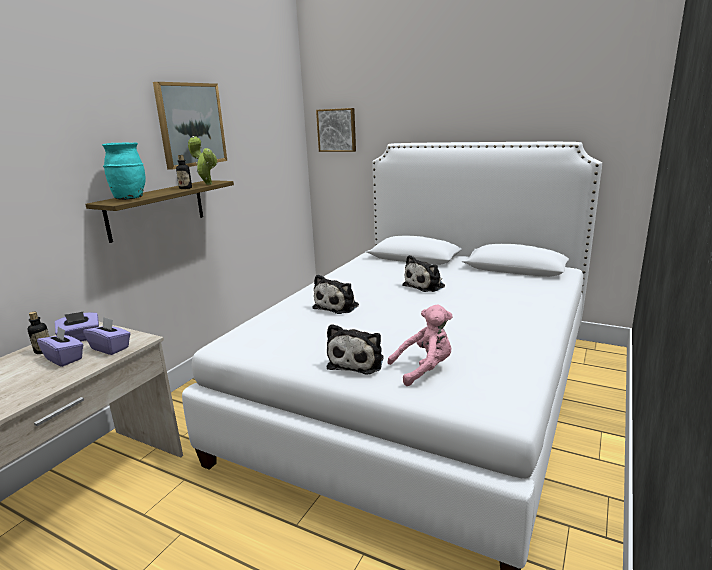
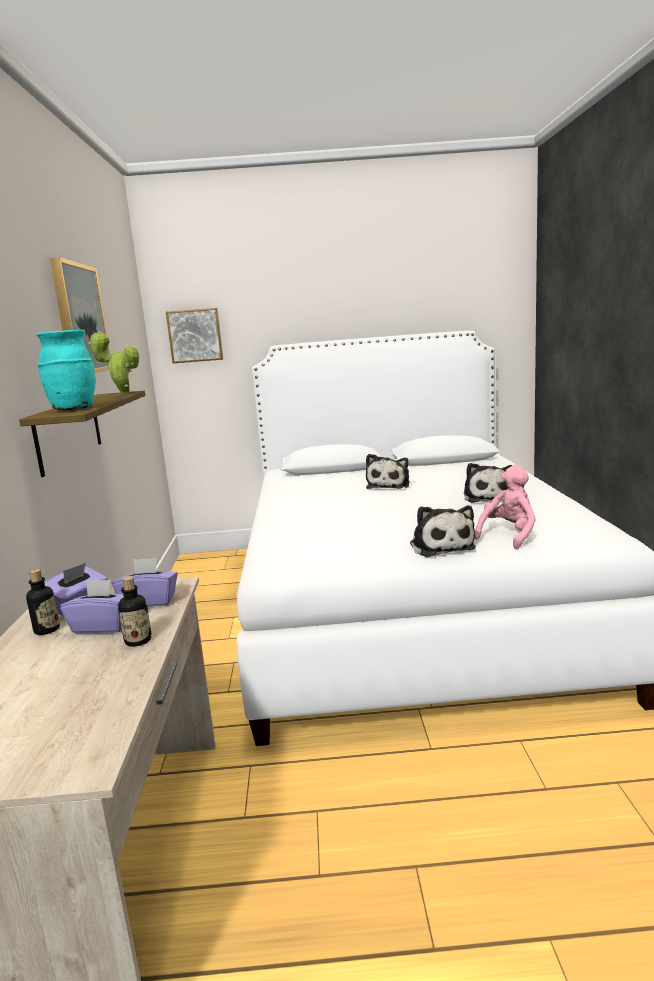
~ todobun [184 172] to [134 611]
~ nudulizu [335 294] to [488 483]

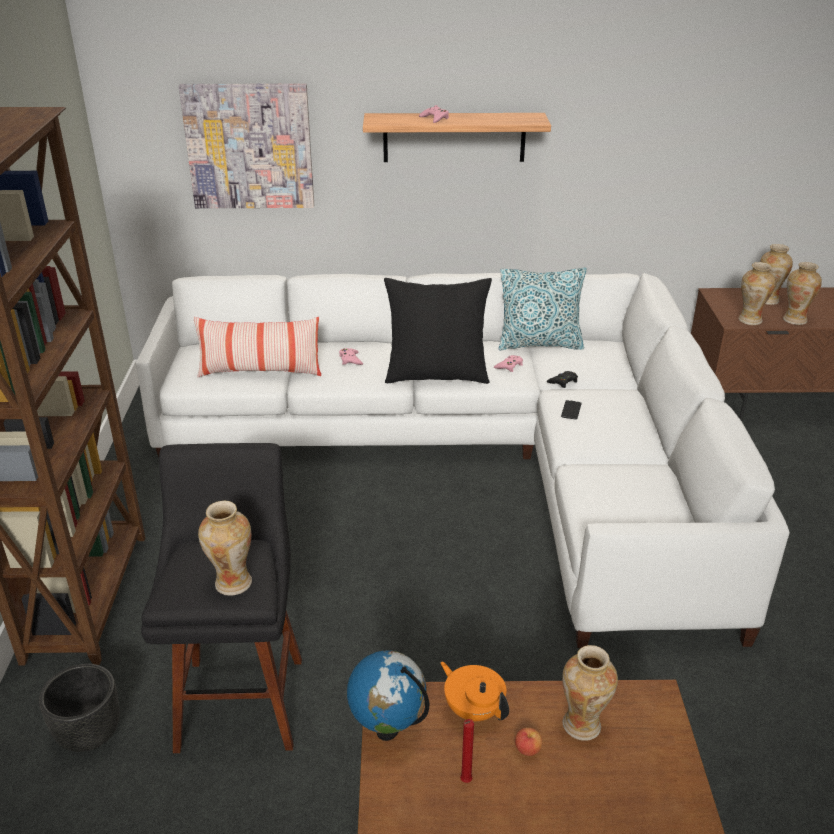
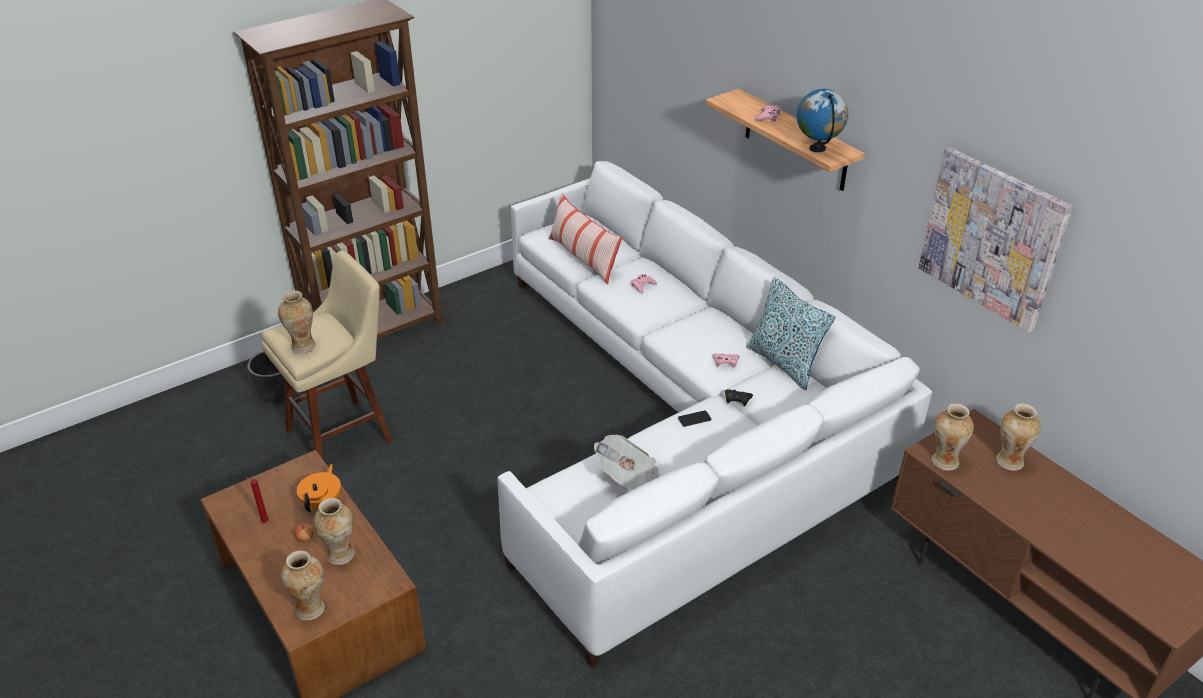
~ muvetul [246 145] to [996 239]
~ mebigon [802 293] to [303 585]
- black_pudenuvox [438 331]
~ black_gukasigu [221 598] to beige_gukasigu [326 355]
~ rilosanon [388 696] to [822 120]
+ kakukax [627 462]

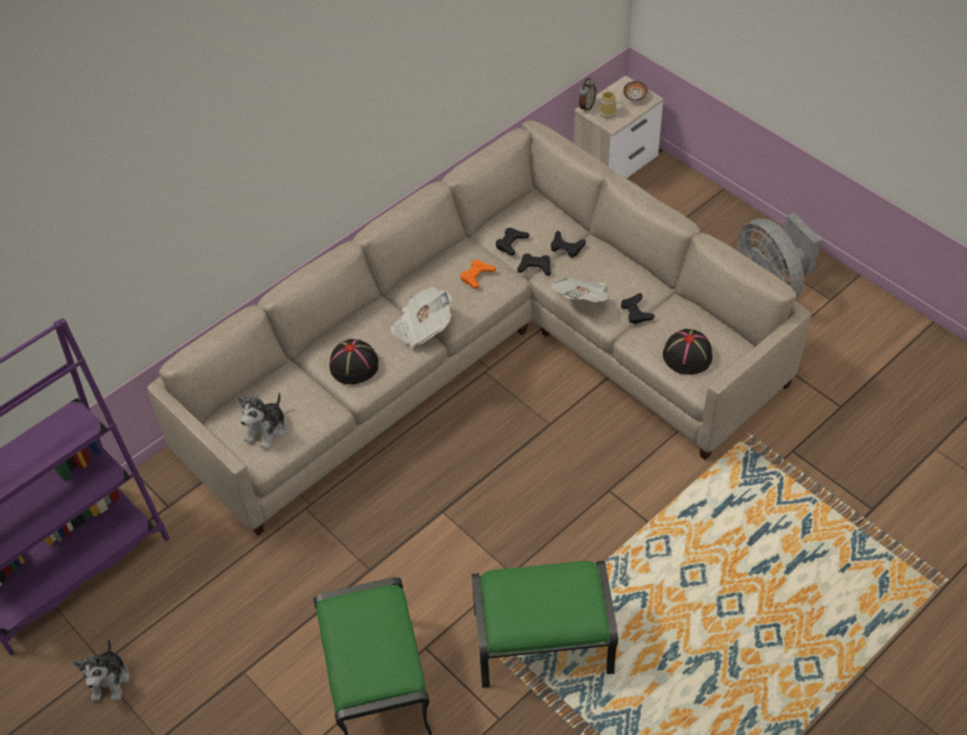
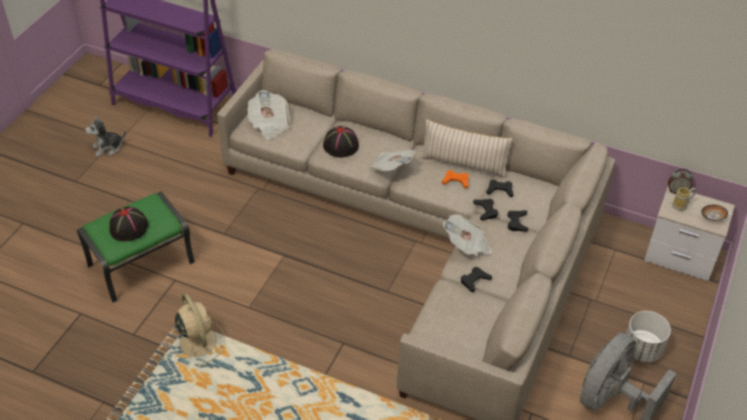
~ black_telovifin [688 352] to [128 224]
~ nudulizu [262 421] to kakukax [268 115]
~ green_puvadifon [545 624] to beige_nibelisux [197 330]
+ beige_pudenuvox [466 148]
+ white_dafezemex [648 336]

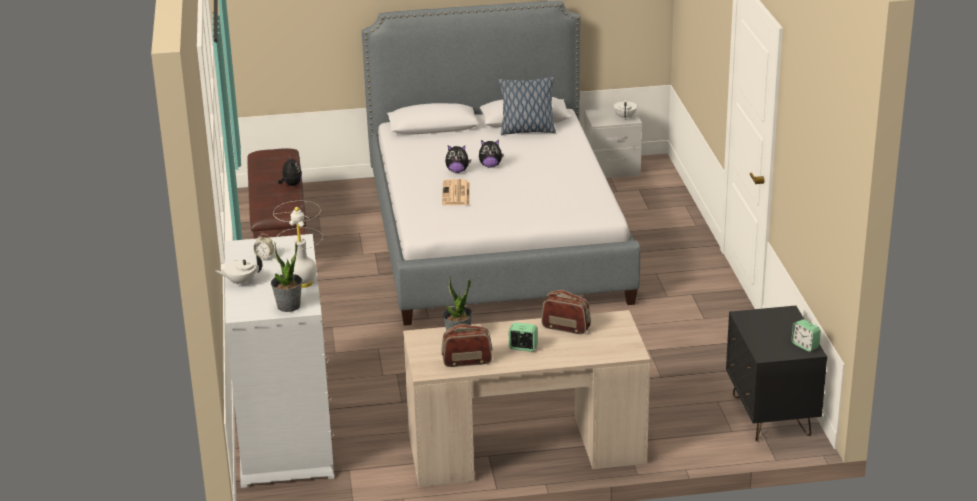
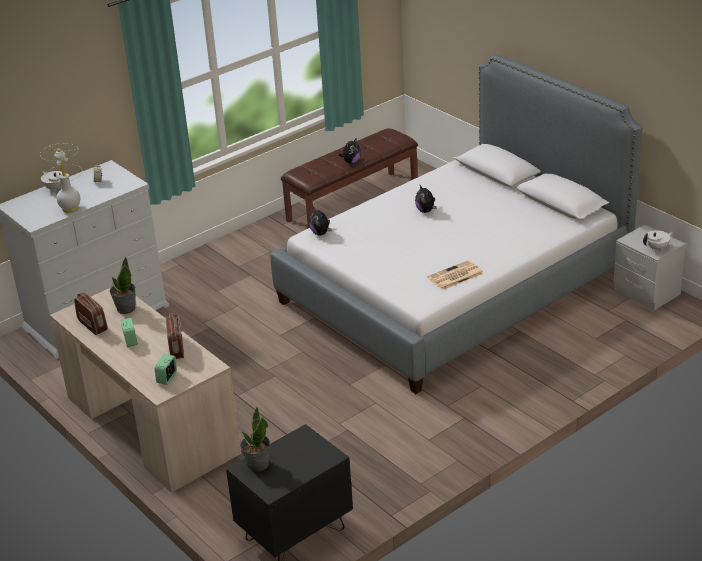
- pudenuvox [526 106]
~ nudulizu [491 154] to [320 221]
~ kakukax [456 192] to [455 275]
~ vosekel [286 277] to [255 439]
~ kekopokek [806 335] to [166 369]

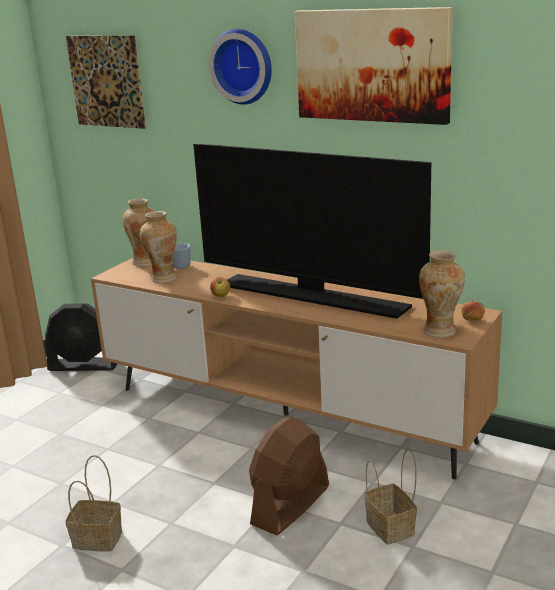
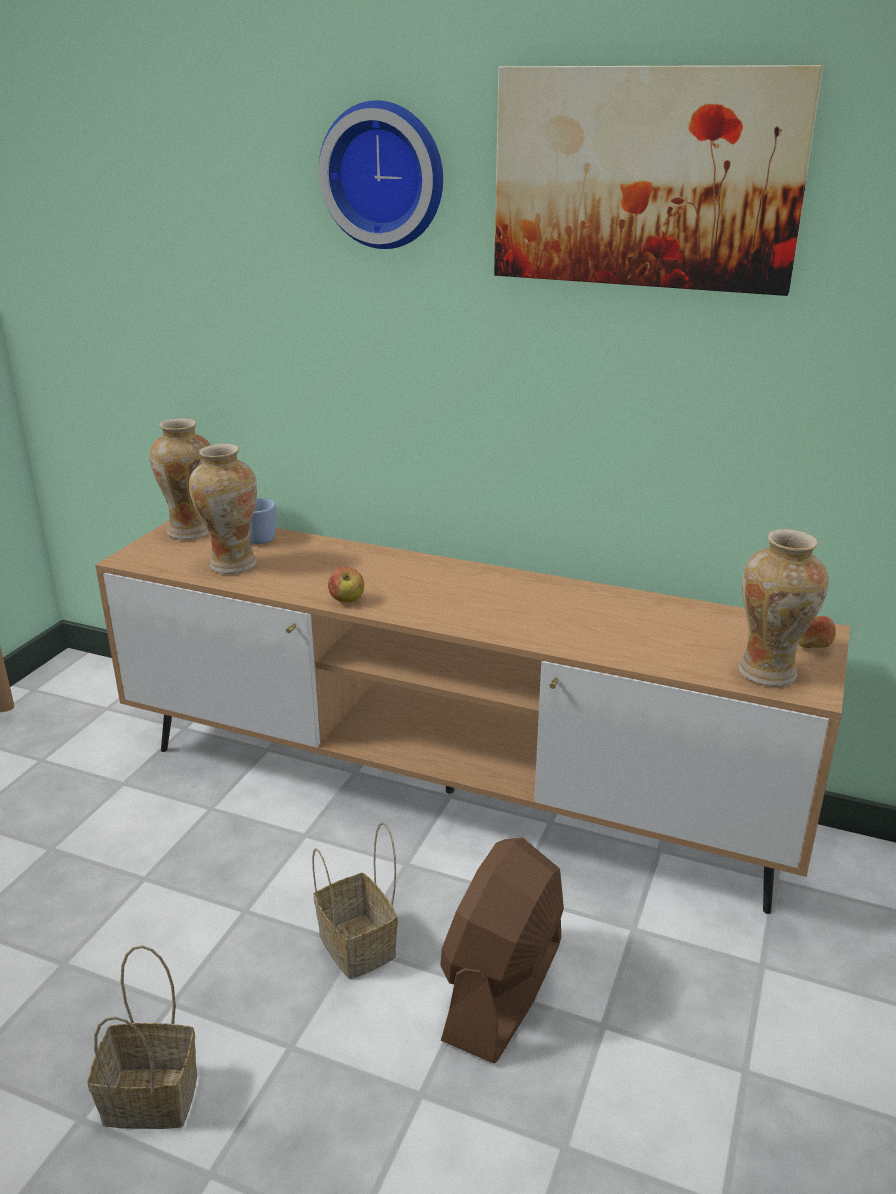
- muvetul [106 82]
- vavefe [312 231]
- black_nibelisux [81 337]
~ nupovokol [390 496] to [355 900]

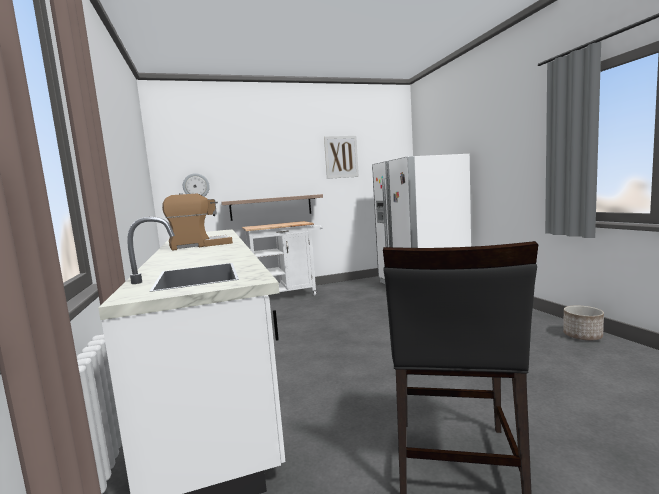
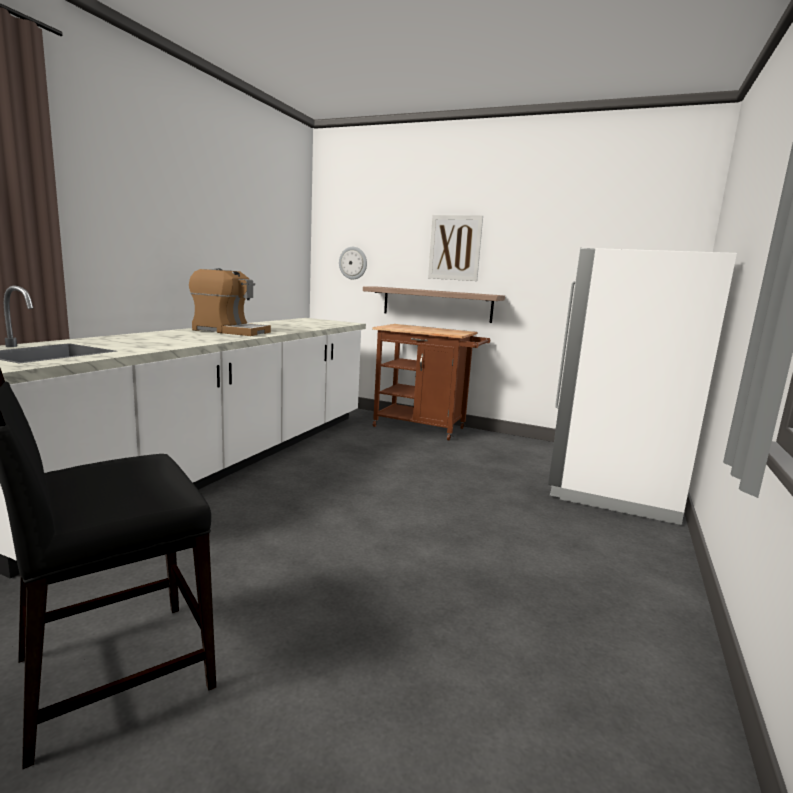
~ muvetul [341 157] to [455 248]
~ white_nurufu [282 258] to brown_nurufu [431 382]
- dafezemex [583 322]

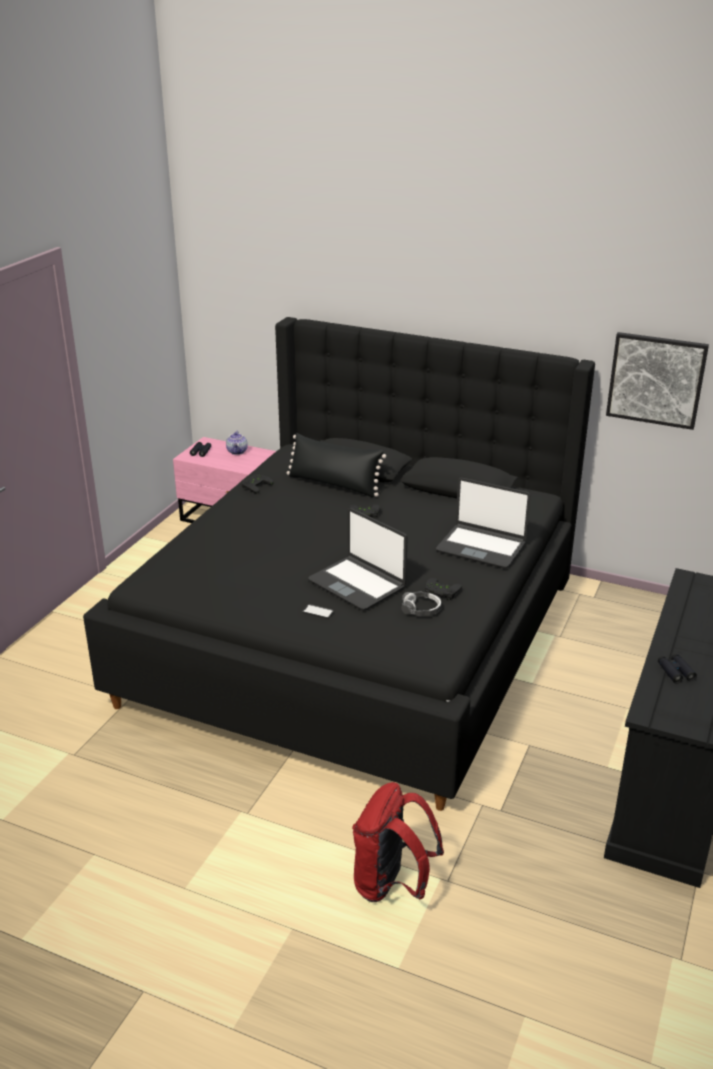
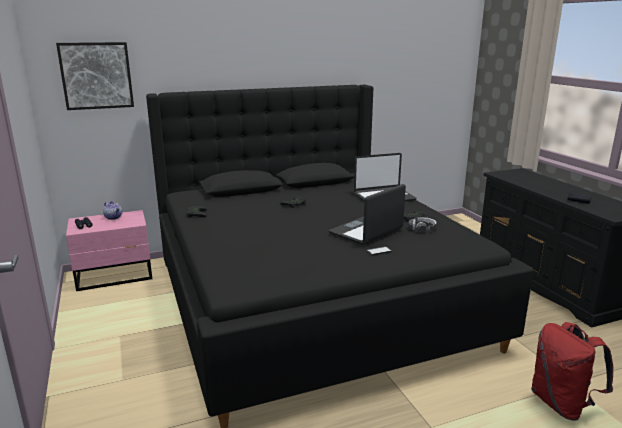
~ muvetul [657 381] to [95 76]
- black_pudenuvox [336 465]
~ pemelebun [358 559] = [367 214] 135 degrees clockwise

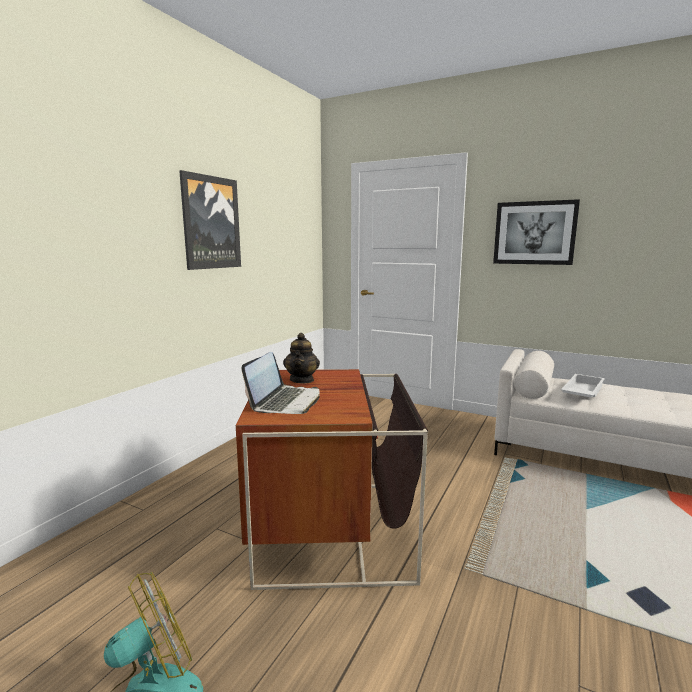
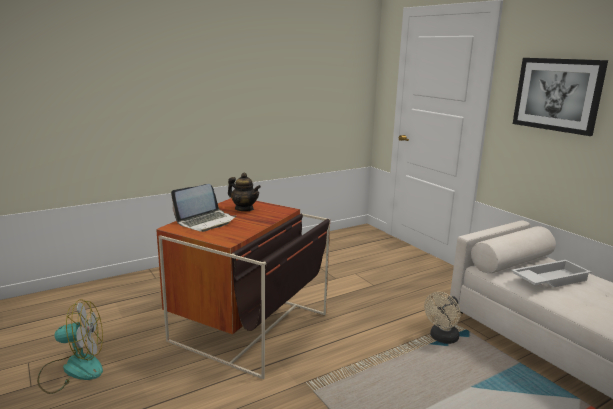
- muvetul [210 220]
~ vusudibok [301 358] = [244 192] 90 degrees counterclockwise
+ beige_nibelisux [442 318]

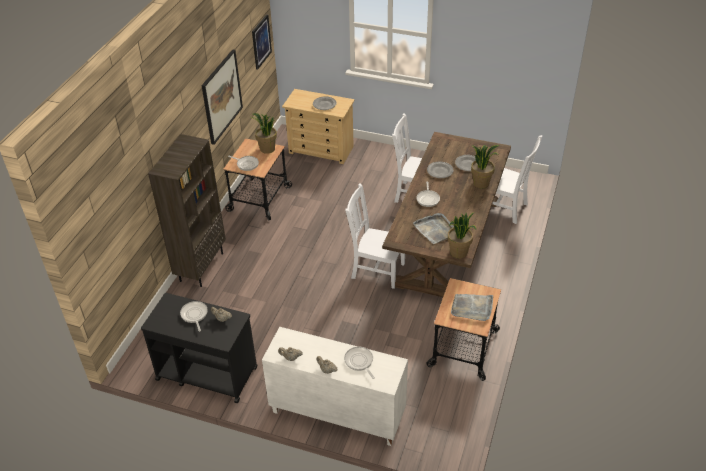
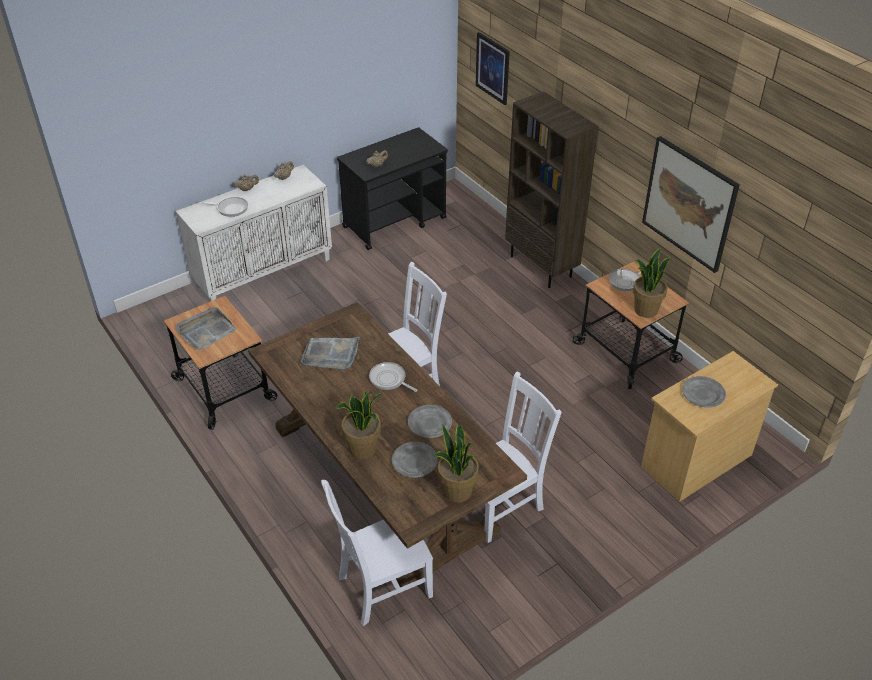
~ muvetul [262 42] to [492 68]
~ vosekel [461 235] to [456 463]
- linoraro [193 316]

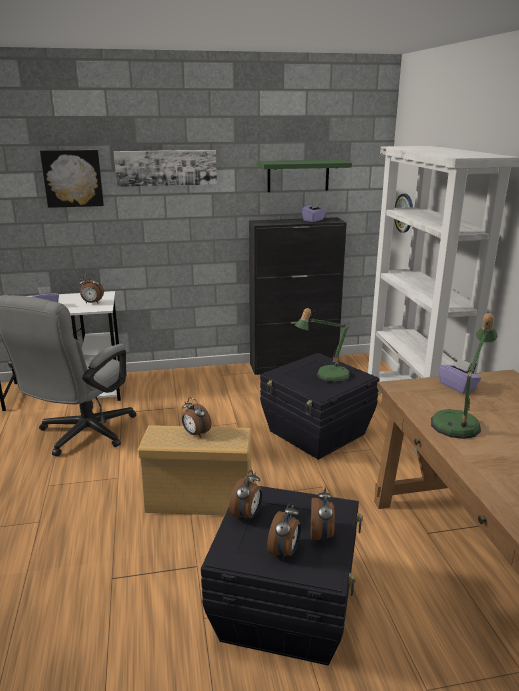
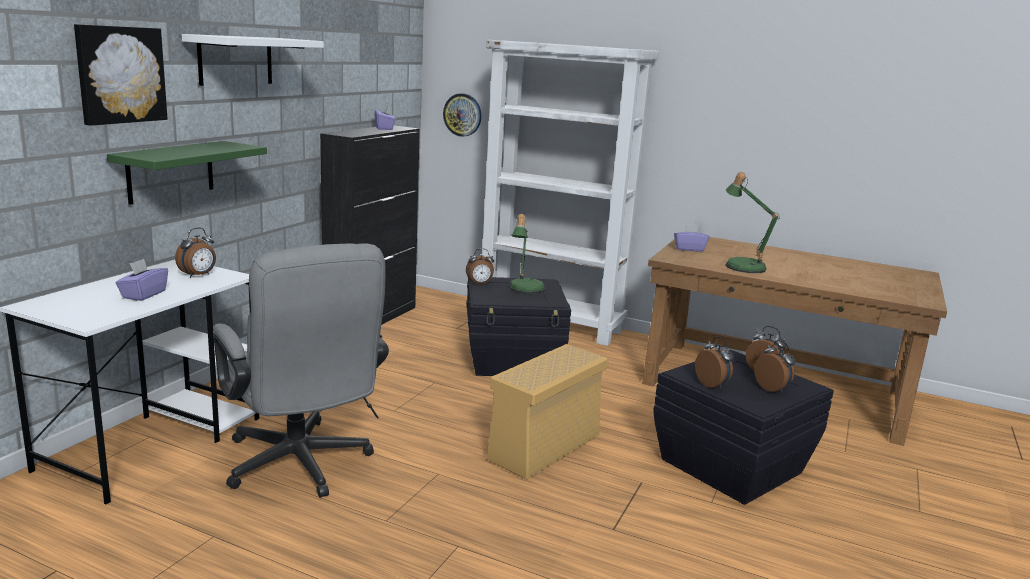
~ muvetul [165 168] to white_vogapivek [253 60]
~ green_vogapivek [304 176] to [187 173]
~ kekopokek [196 417] to [480 266]

